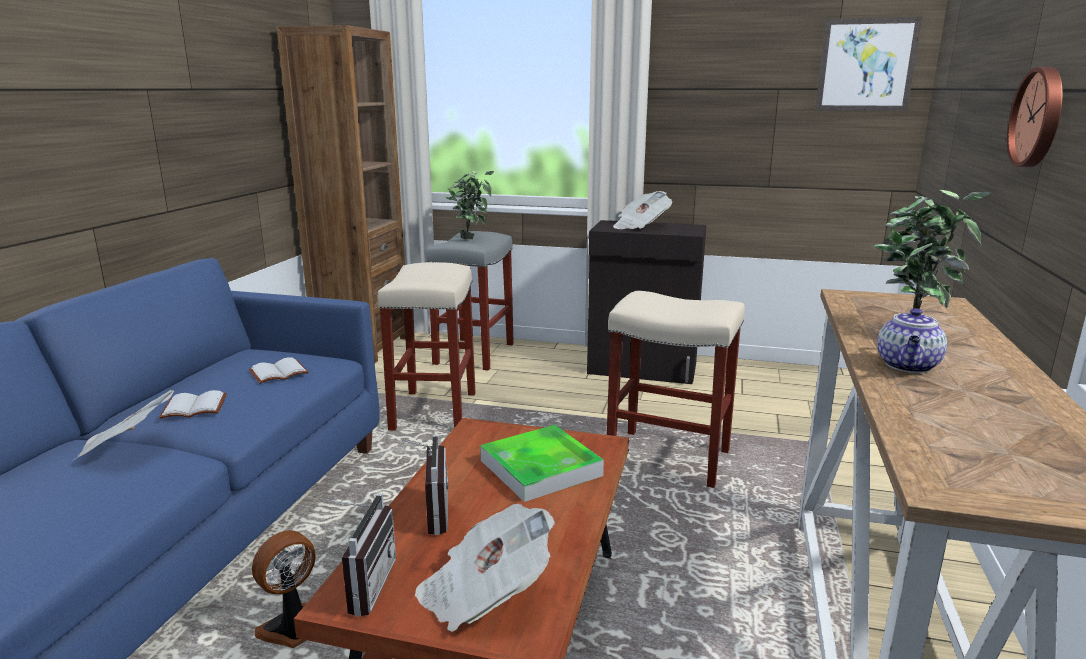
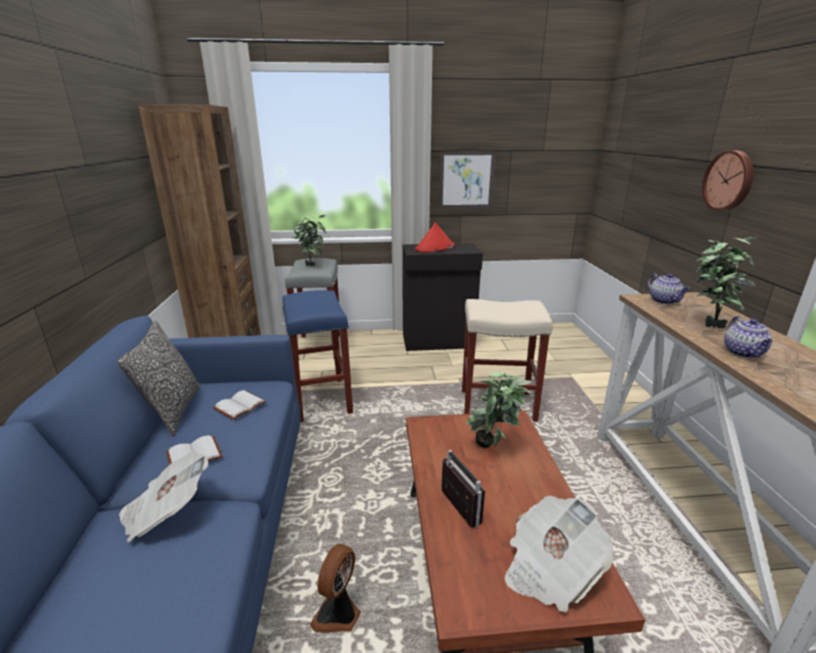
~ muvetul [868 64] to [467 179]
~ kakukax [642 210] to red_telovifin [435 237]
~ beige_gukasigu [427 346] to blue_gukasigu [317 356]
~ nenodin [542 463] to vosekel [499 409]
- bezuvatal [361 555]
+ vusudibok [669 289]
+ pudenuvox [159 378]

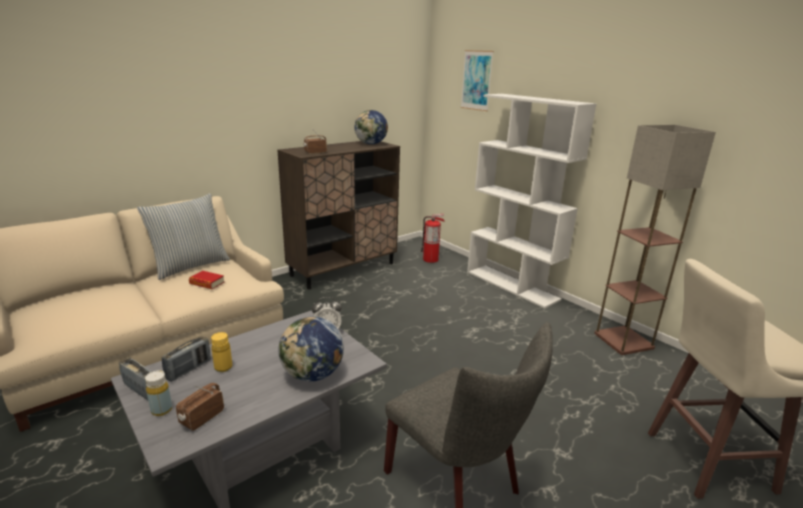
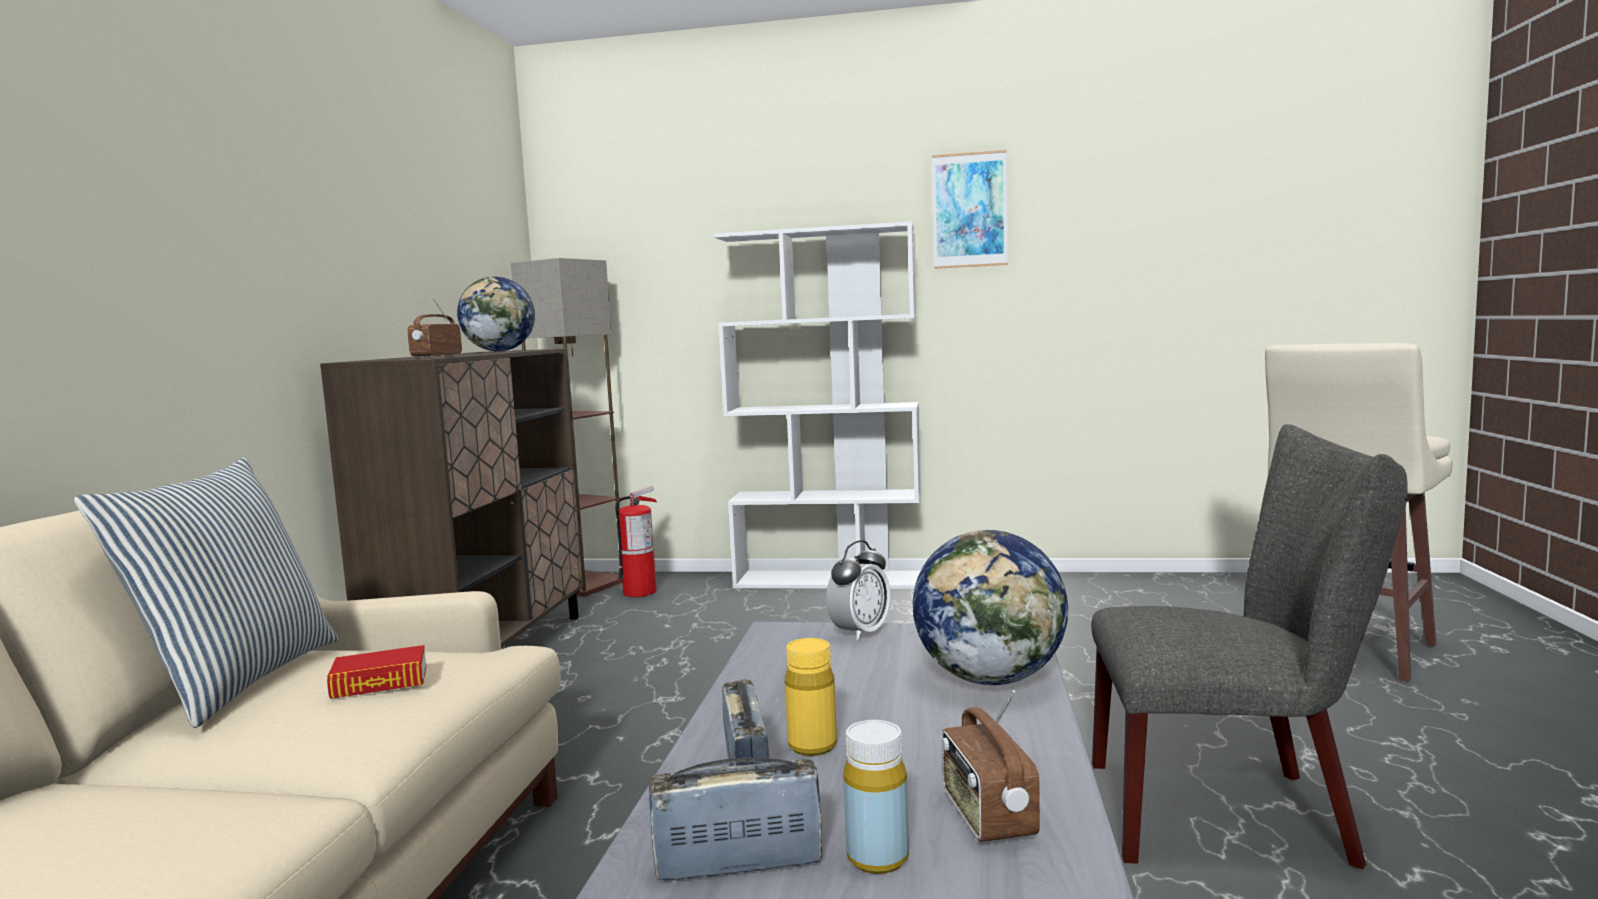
~ muvetul [477 80] to [970 209]
~ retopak [655 240] to [566 427]

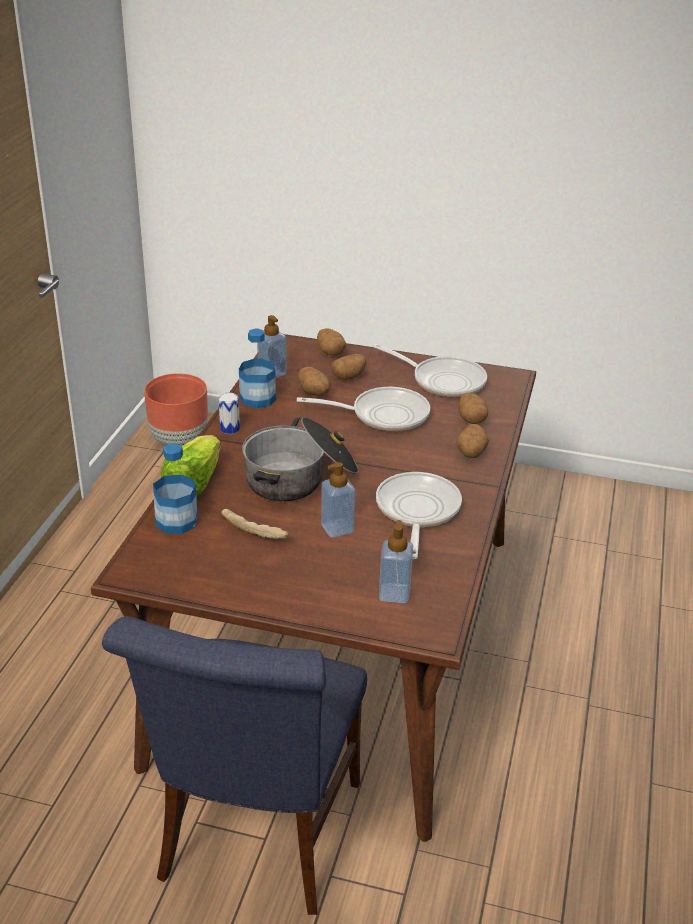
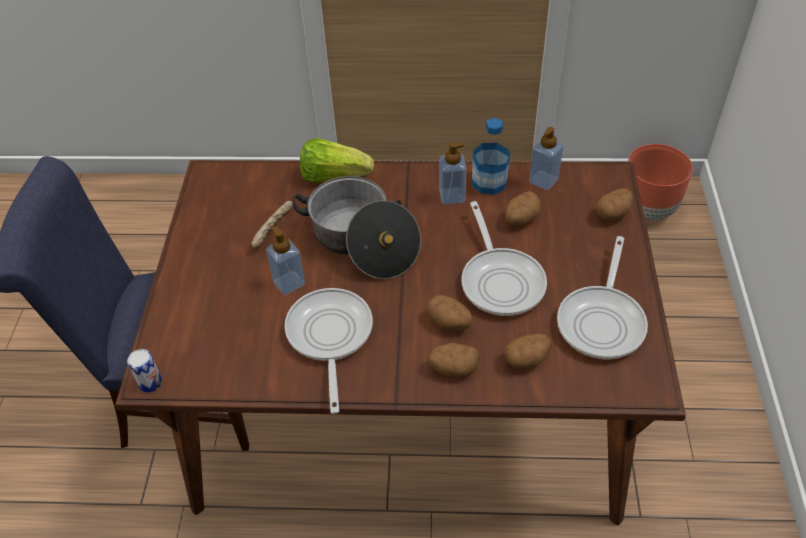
~ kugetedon [348 367] to [450 312]
~ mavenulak [229 413] to [144 371]
- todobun [175 488]
~ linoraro [419 515] = [328 351] 90 degrees counterclockwise
~ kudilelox [396 561] to [453 174]

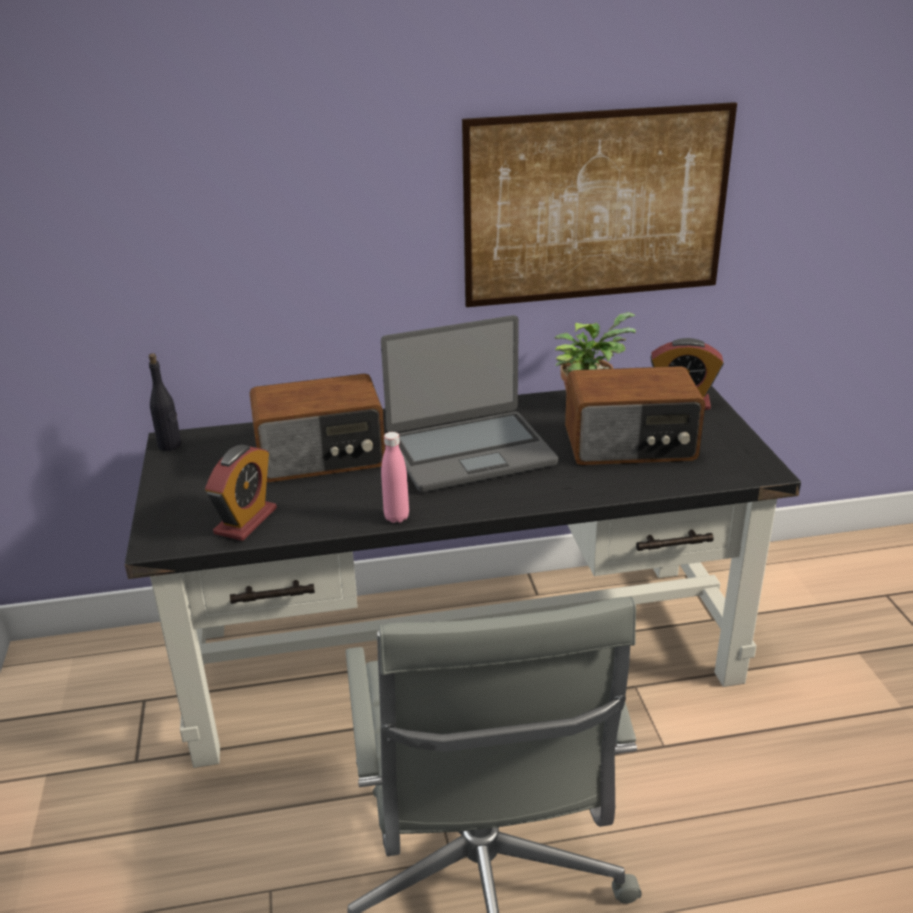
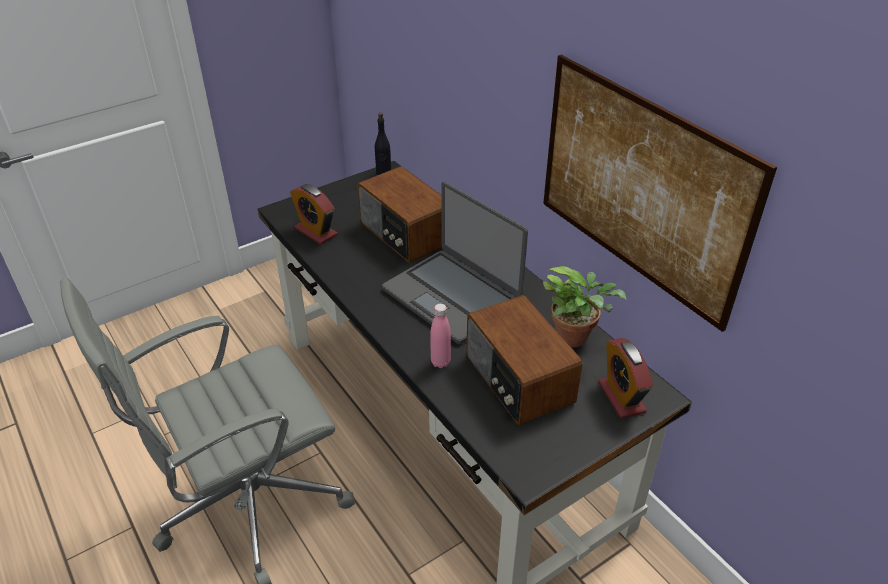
~ pink_todobun [395 477] to [440 336]
~ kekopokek [241 492] = [313 214] 45 degrees clockwise

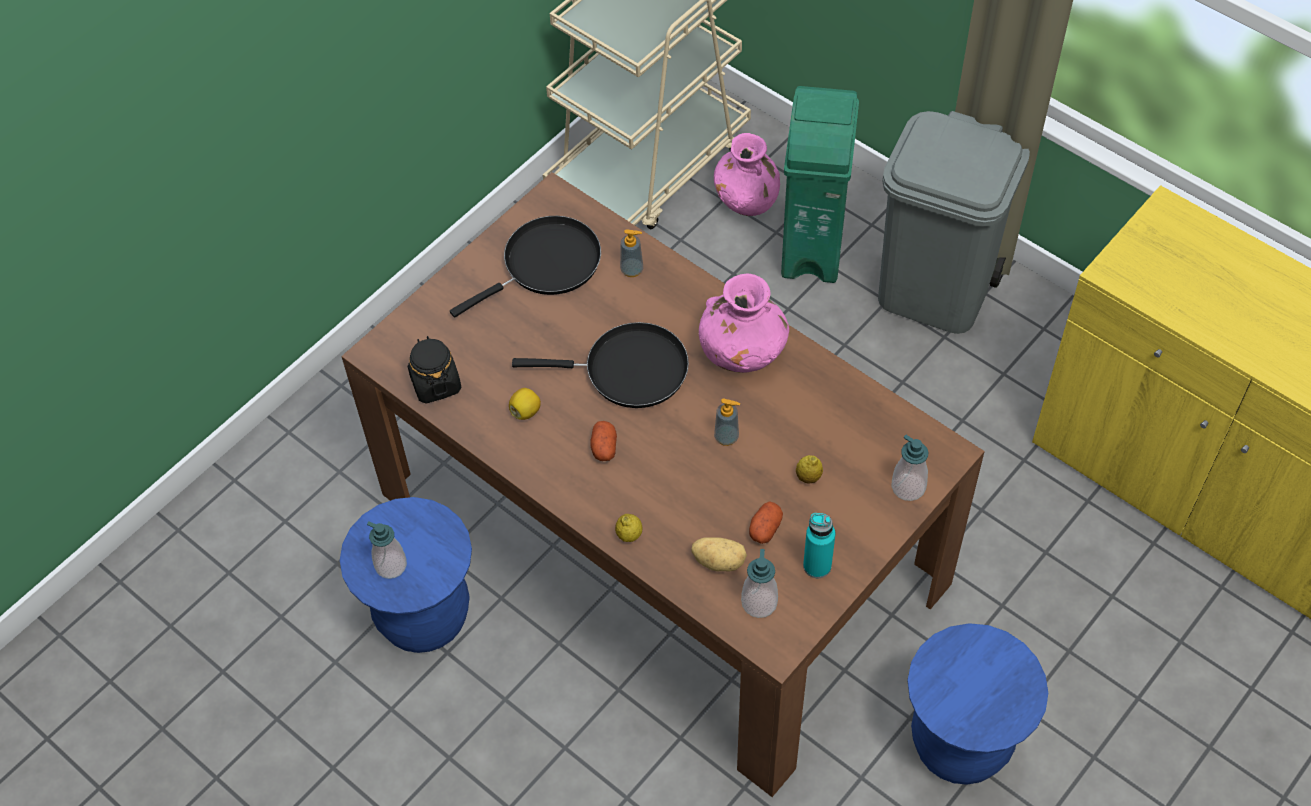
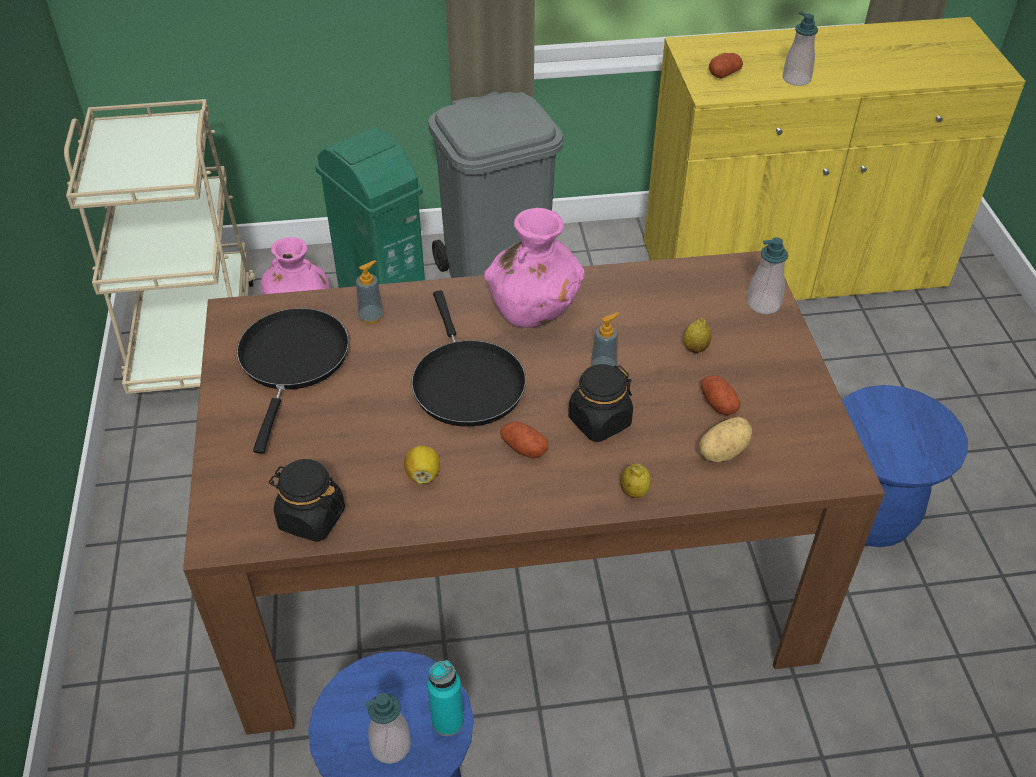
~ black_linoraro [600 365] = [468 358] 120 degrees clockwise
~ turquoise_todobun [819 545] to [445 698]
~ kudilelox [759 583] to [800 48]
+ kugetedon [726 65]
+ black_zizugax [600 403]

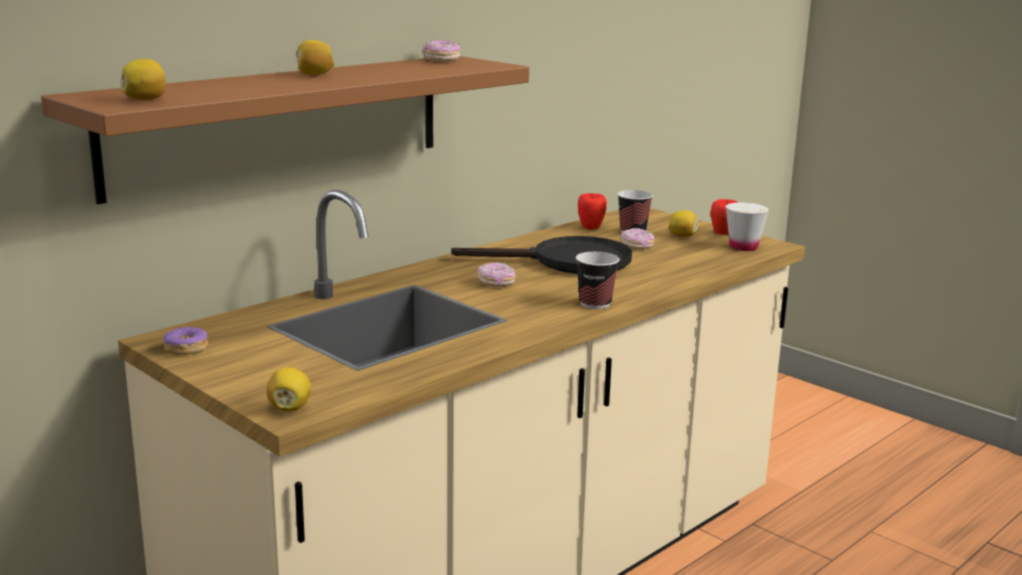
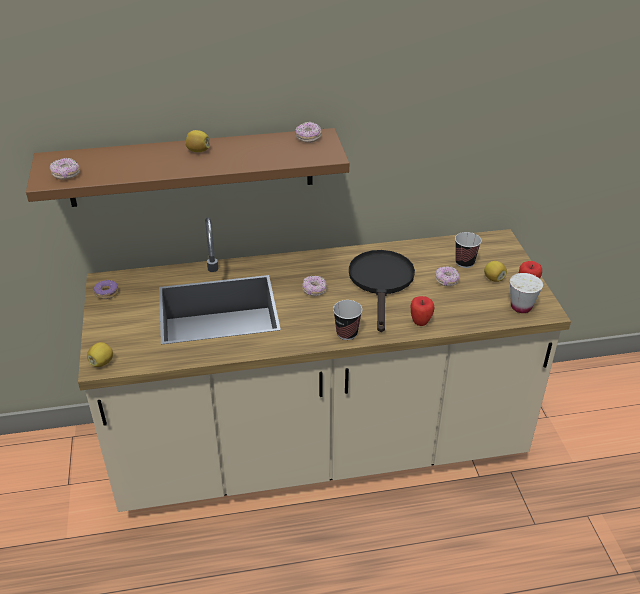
~ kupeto [142 80] to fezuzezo [65 169]
~ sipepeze [592 211] to [422 311]
~ black_linoraro [541 255] = [382 291] 120 degrees counterclockwise

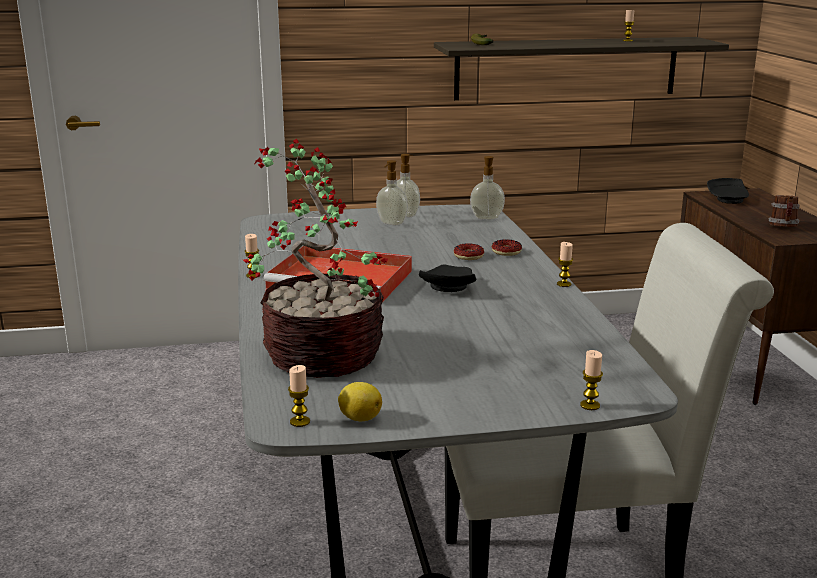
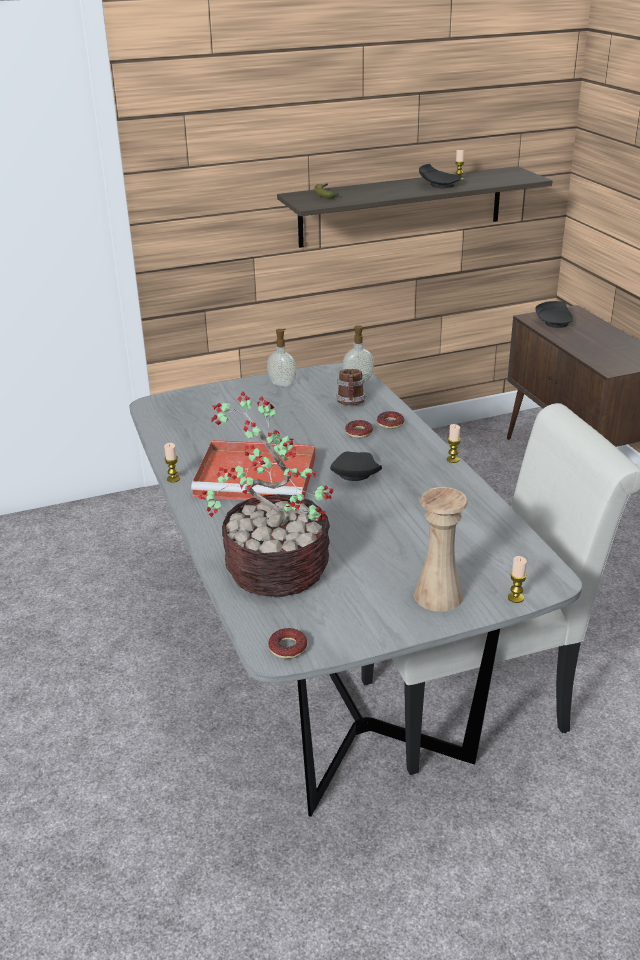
- kudilelox [392 193]
~ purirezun [784 211] to [351 387]
~ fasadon [299 396] to fezuzezo [287 643]
- kupeto [360 401]
+ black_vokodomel [440 176]
+ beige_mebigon [441 549]

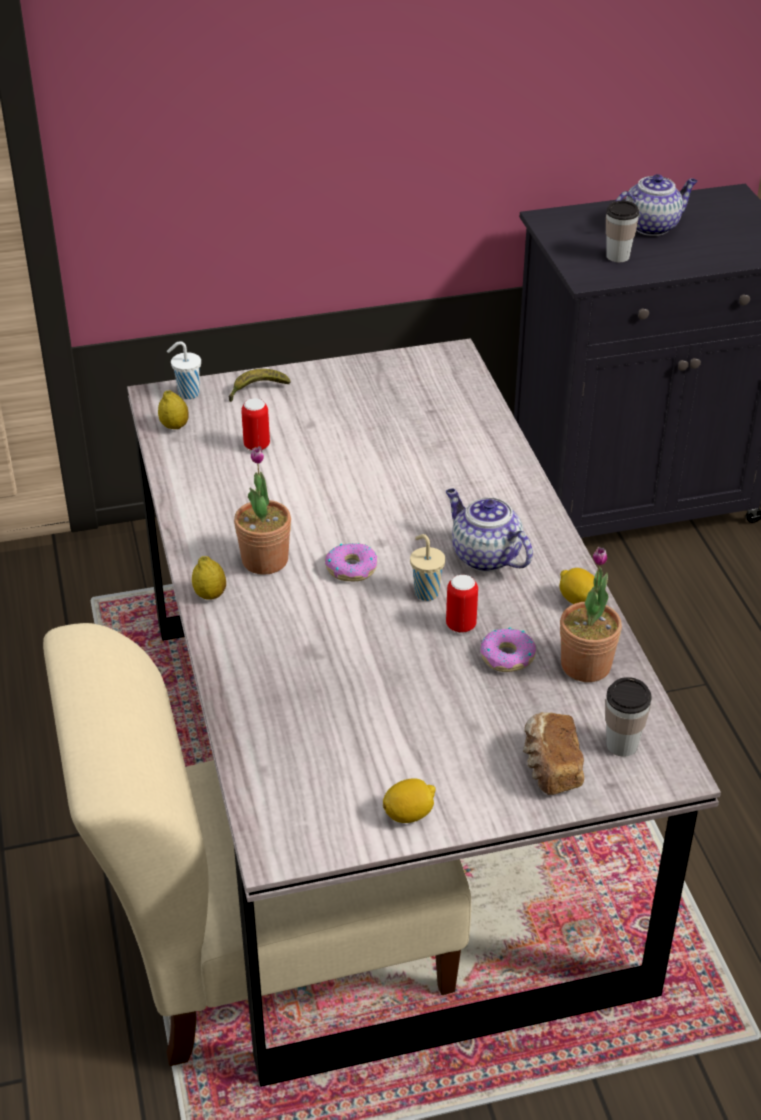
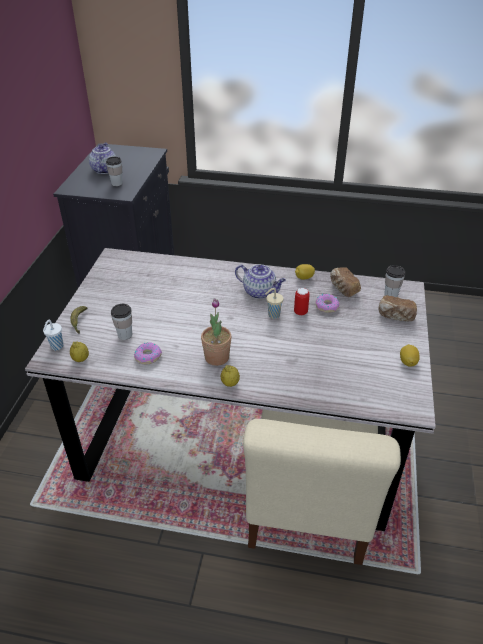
~ mavenulak [255 424] to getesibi [121 322]
~ vusudibok [489 530] = [260 281] 135 degrees counterclockwise
~ fezuzezo [351 562] to [148 353]
~ vosekel [591 614] to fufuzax [345 282]

